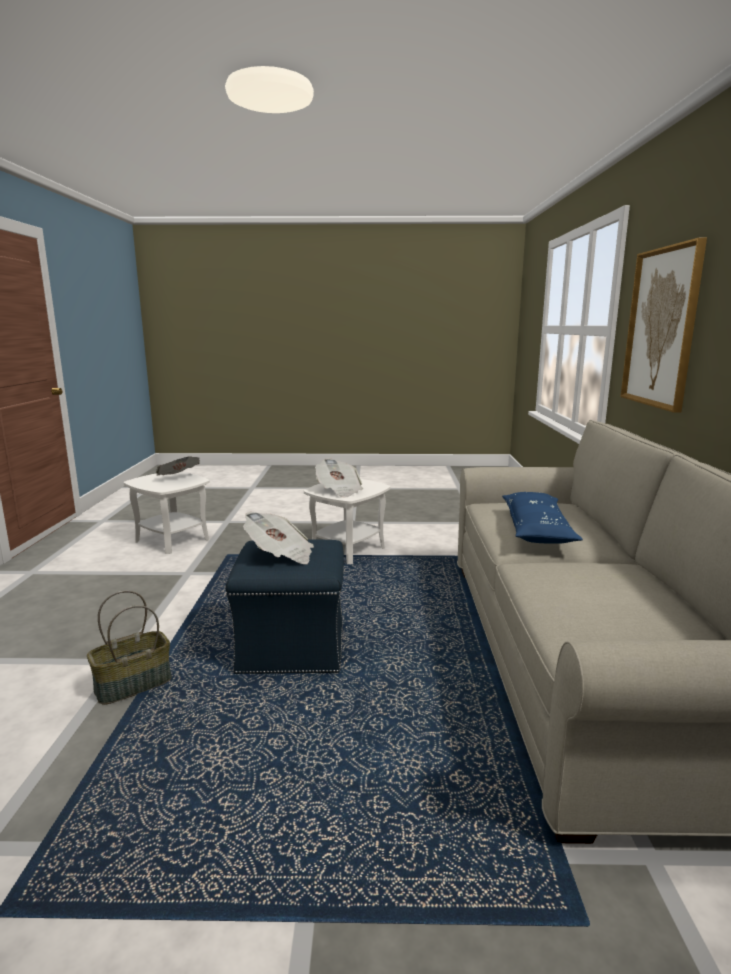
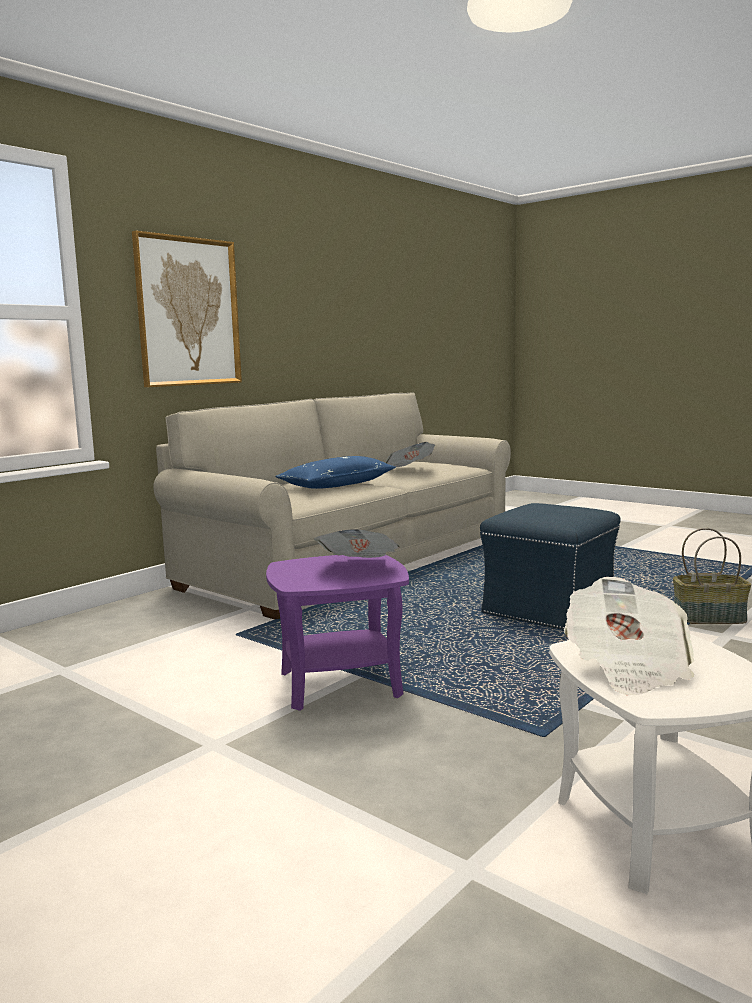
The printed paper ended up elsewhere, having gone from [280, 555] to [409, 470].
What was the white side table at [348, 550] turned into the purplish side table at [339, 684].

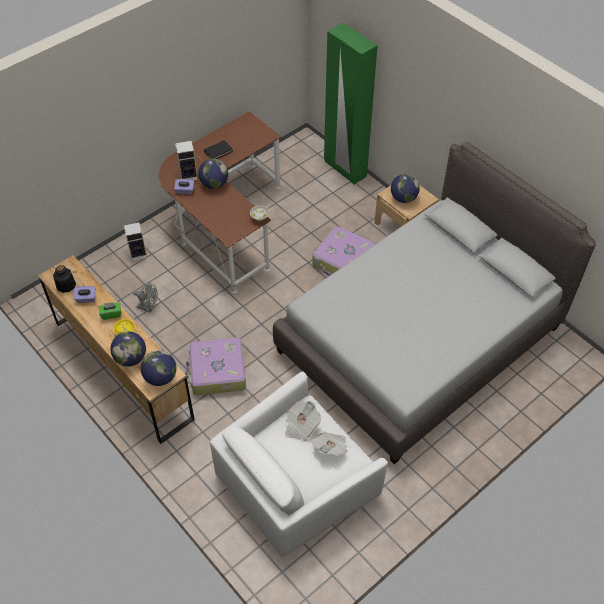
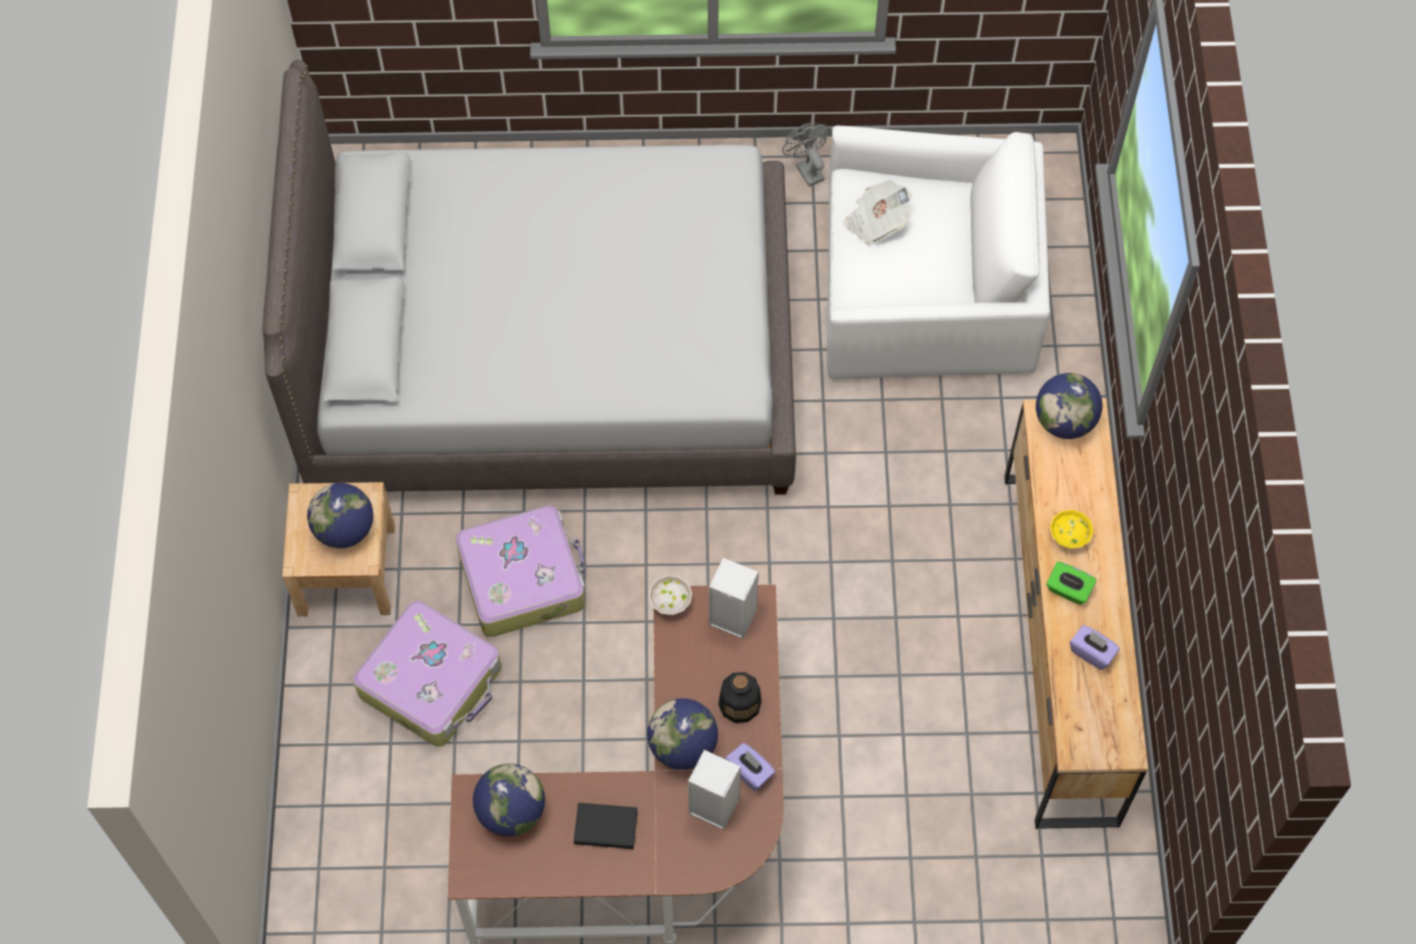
The second view lost the printed paper at [301, 426].
The second view lost the greenish armoire at [345, 169].
The drink bottle ended up elsewhere, having gone from [66, 285] to [740, 703].
The desk globe ended up elsewhere, having gone from [131, 358] to [511, 812].
The audio speaker ended up elsewhere, having gone from [139, 253] to [730, 617].
The gray cooling fan ended up elsewhere, having gone from [148, 307] to [806, 169].
The travel case ended up elsewhere, having gone from [217, 372] to [432, 681].

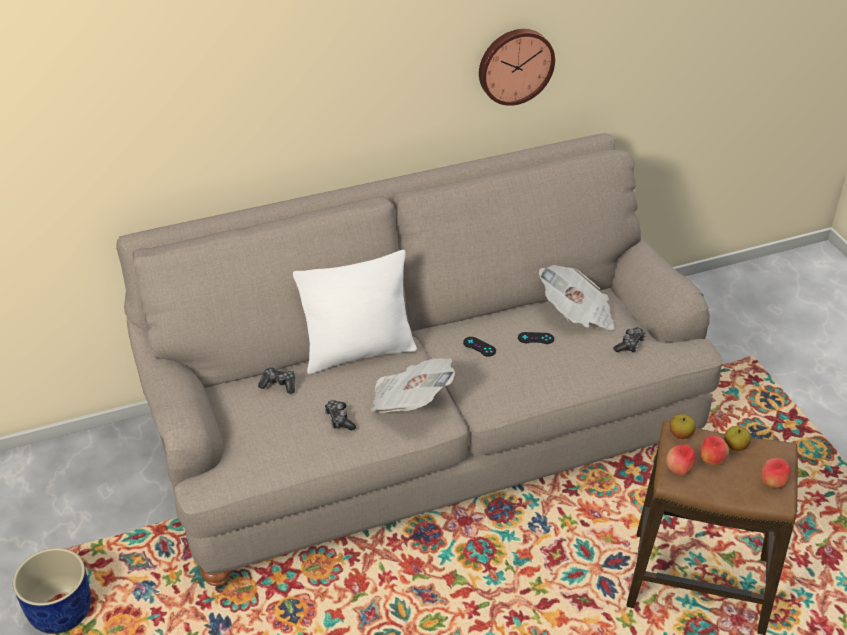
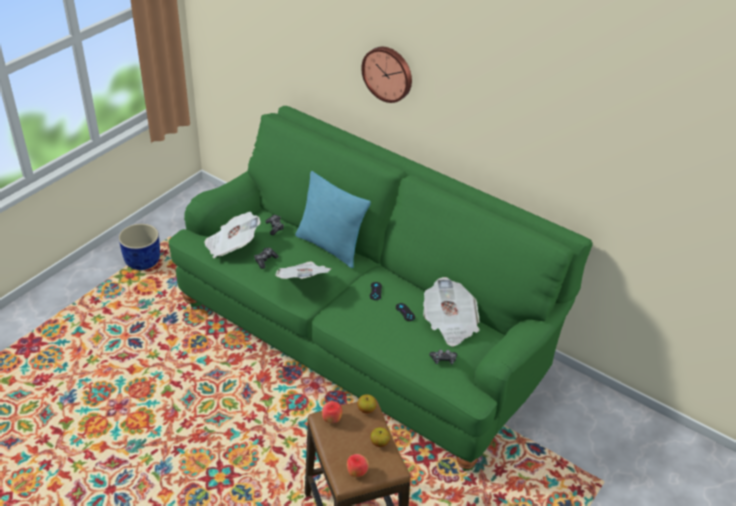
The second view lost the apple fruit at [711, 461].
The second view gained the printed paper at [232, 246].
The wall clock ended up elsewhere, having gone from [515, 65] to [388, 73].
What was the sand-coloured settee at [423, 440] turned into the greenish settee at [364, 339].
What was the white throw pillow at [358, 352] turned into the turquoise throw pillow at [330, 247].

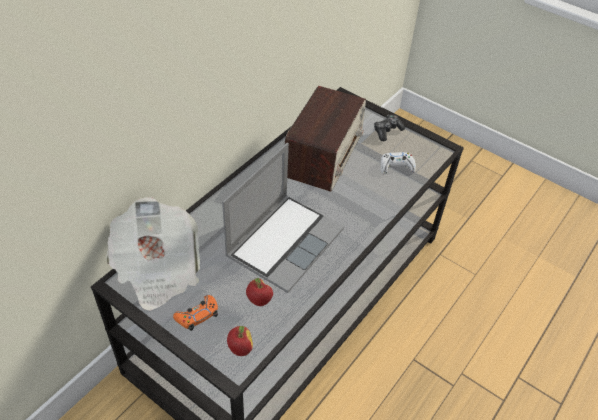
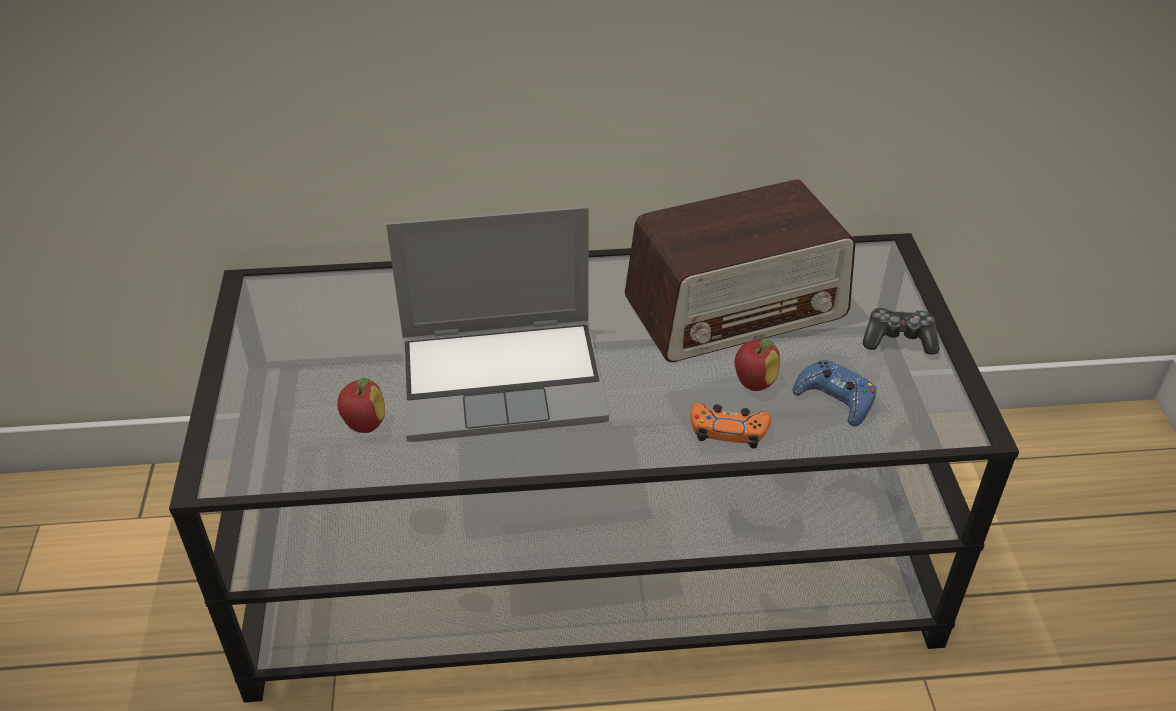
The second view lost the printed paper at [157, 269].
The orange-coloured joypad ended up elsewhere, having gone from [197, 315] to [728, 430].
The apple fruit ended up elsewhere, having gone from [240, 349] to [754, 383].
What was the white joypad at [396, 167] turned into the bluish joypad at [835, 399].

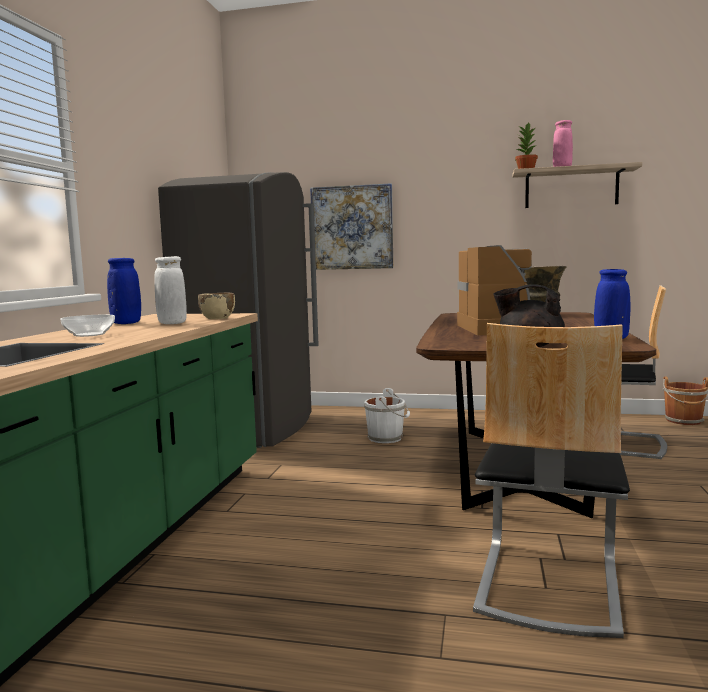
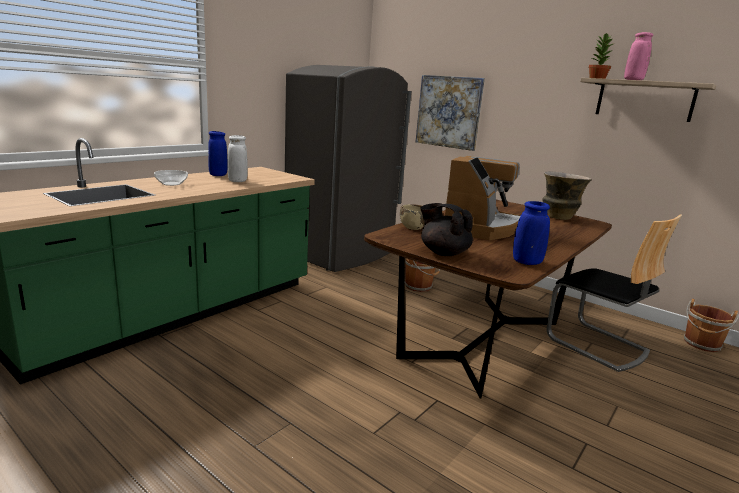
The second view lost the chair at [547, 583].
The sand-coloured bowl ended up elsewhere, having gone from [217, 318] to [413, 227].
What was the white pail at [387, 438] turned into the brownish pail at [419, 287].

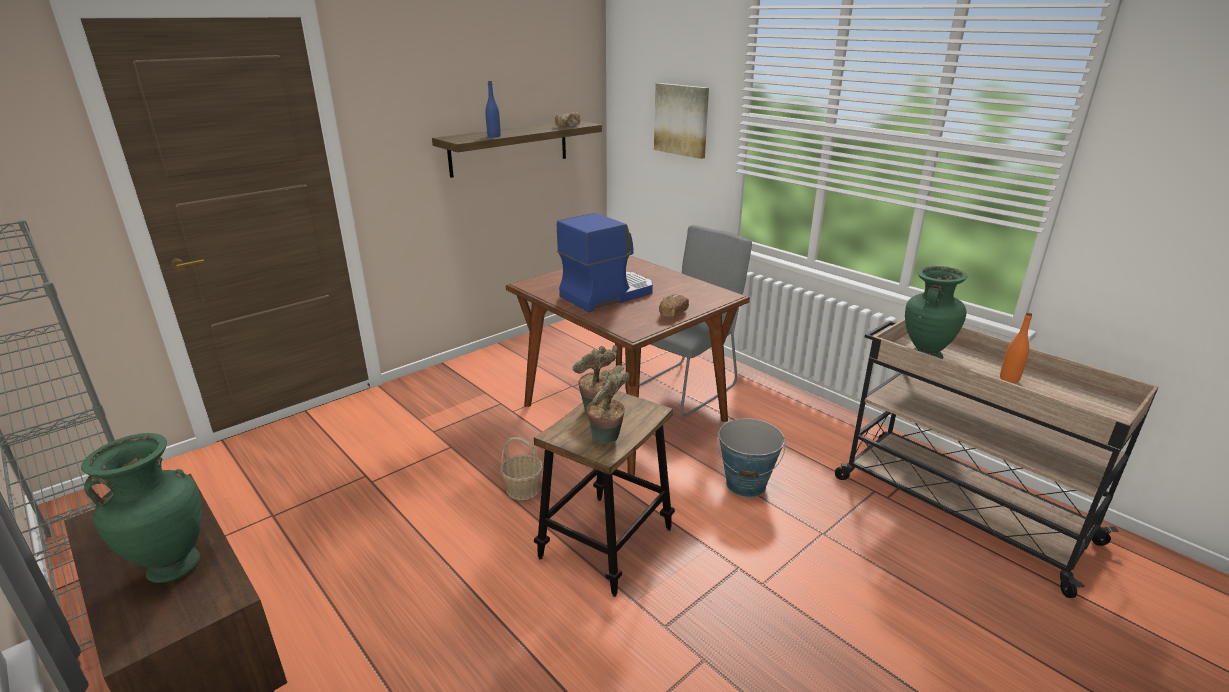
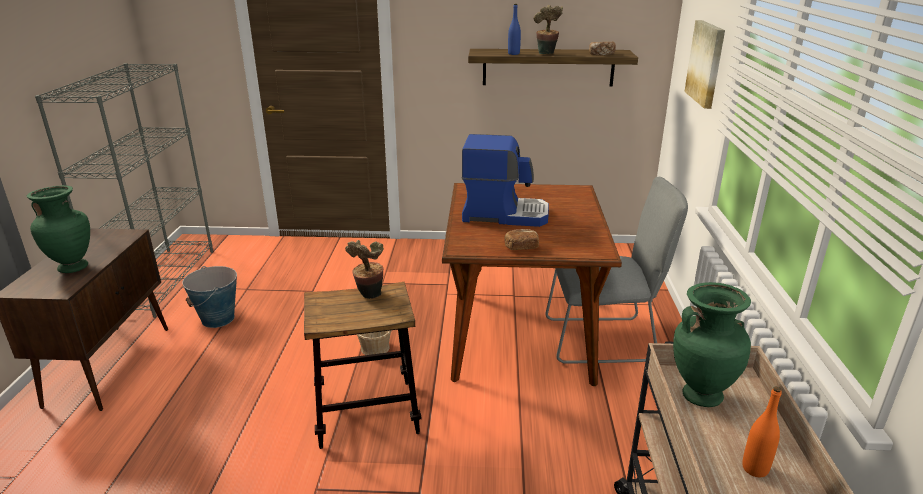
The plant in a pot ended up elsewhere, having gone from [607, 440] to [546, 54].
The pail ended up elsewhere, having gone from [746, 484] to [218, 319].

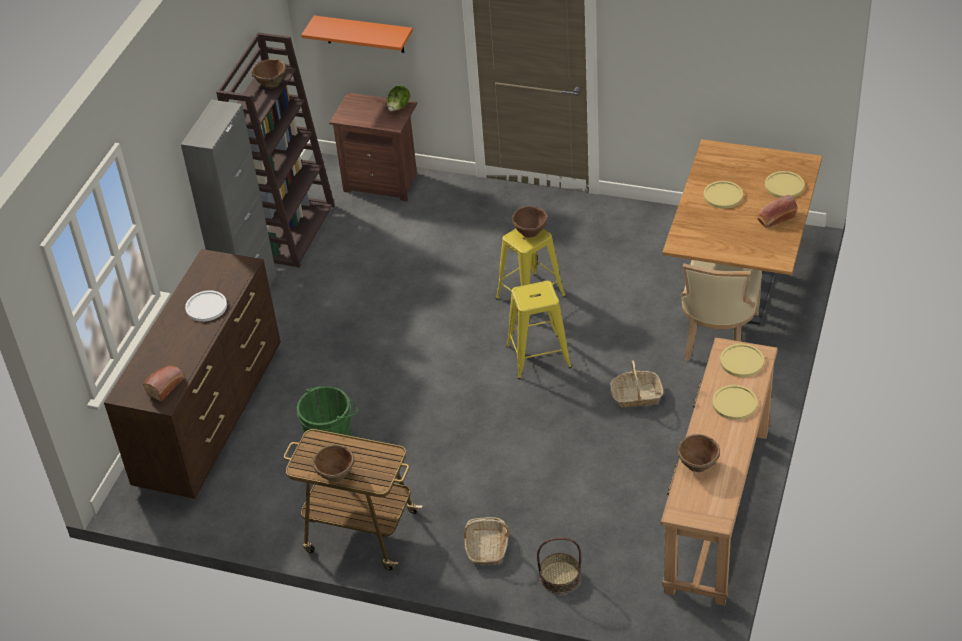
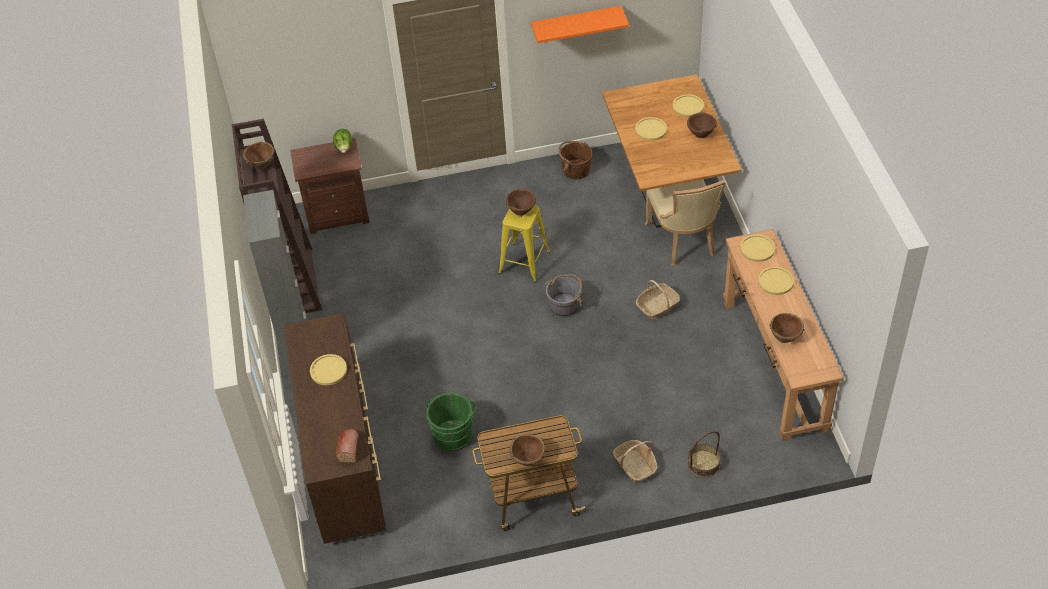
The second view gained the brownish pail at [575, 170].
The orange-coloured shelf ended up elsewhere, having gone from [364, 34] to [576, 24].
Where the yellowish stool seat stood at [538, 357], the gray pail came to stand at [565, 306].
Where the bakery bread stood at [775, 218], the brownish bowl came to stand at [700, 133].
What was the white plate at [206, 307] turned into the yellowish plate at [328, 370].

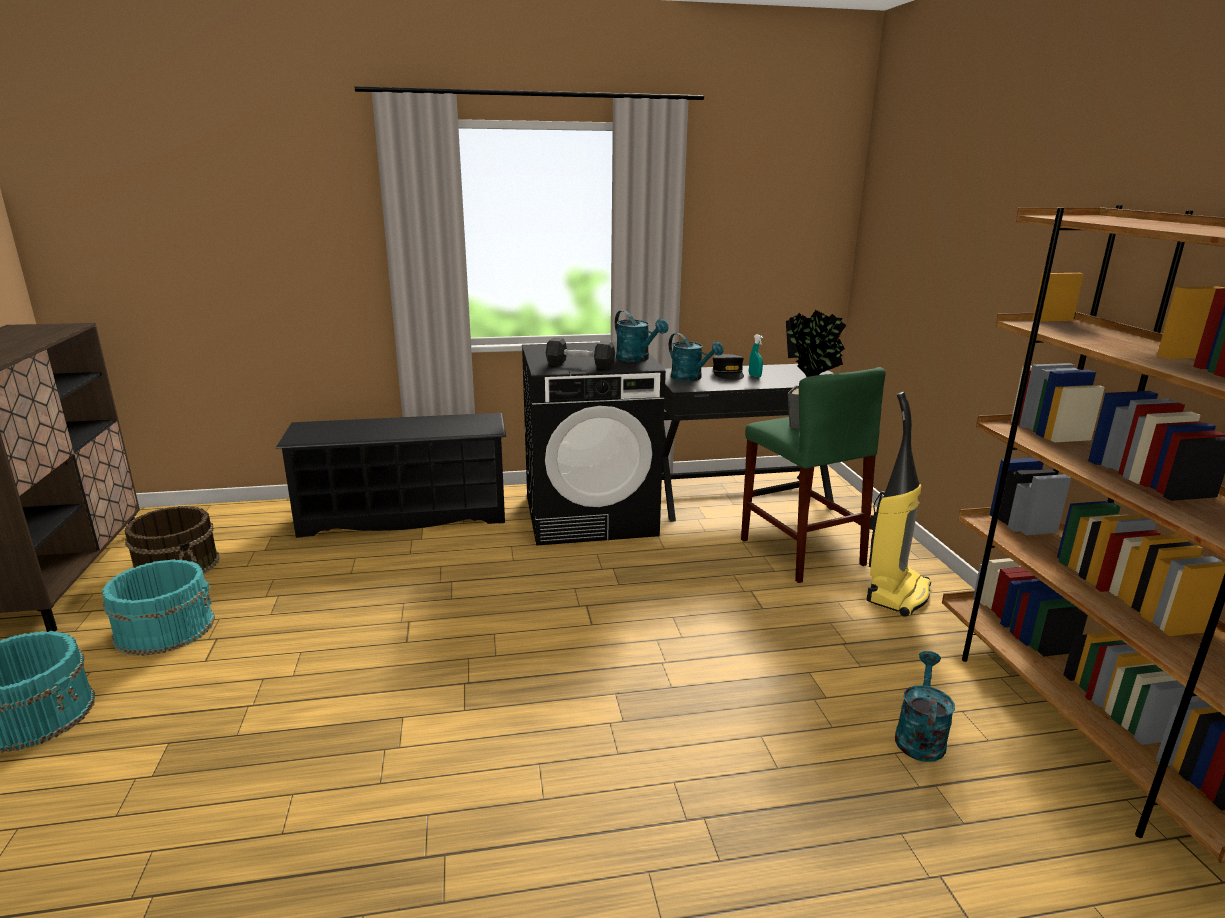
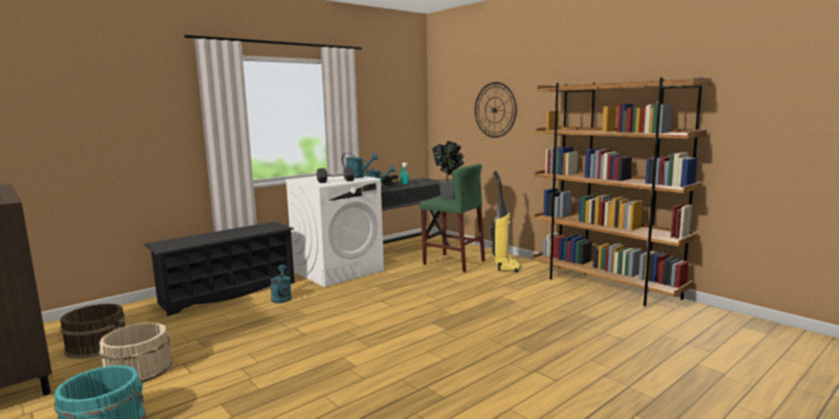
The second view gained the wall clock at [495, 110].
The turquoise watering can ended up elsewhere, having gone from [919, 736] to [281, 297].
What was the turquoise pail at [165, 628] turned into the sand-coloured pail at [138, 369].
What was the black-coloured laundry machine at [590, 515] turned into the white laundry machine at [338, 271].

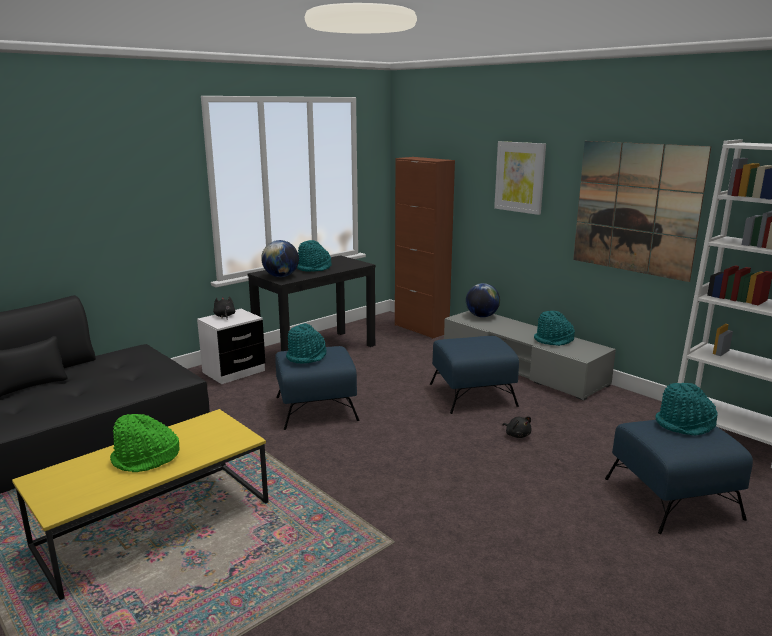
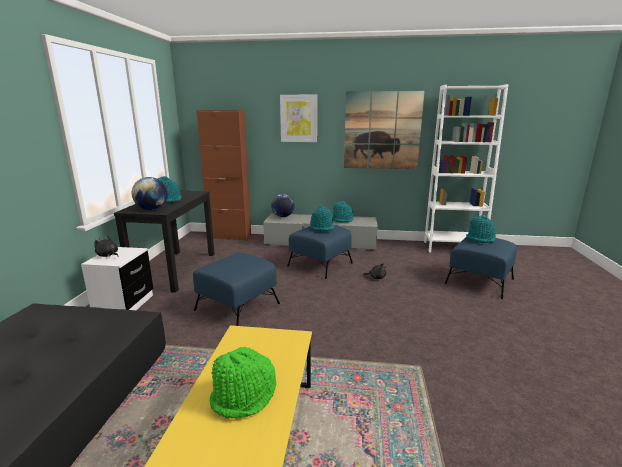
The turquoise wearable hat ended up elsewhere, having gone from [307, 357] to [322, 228].

